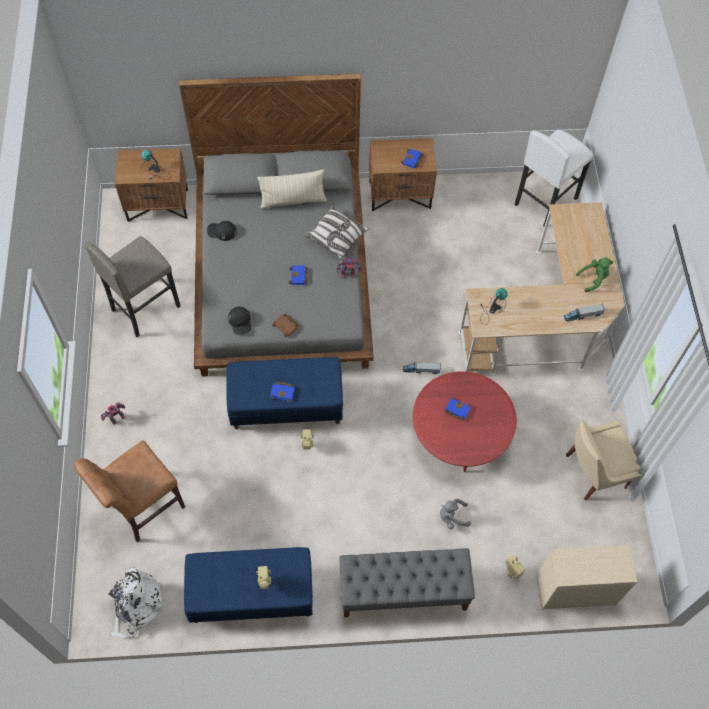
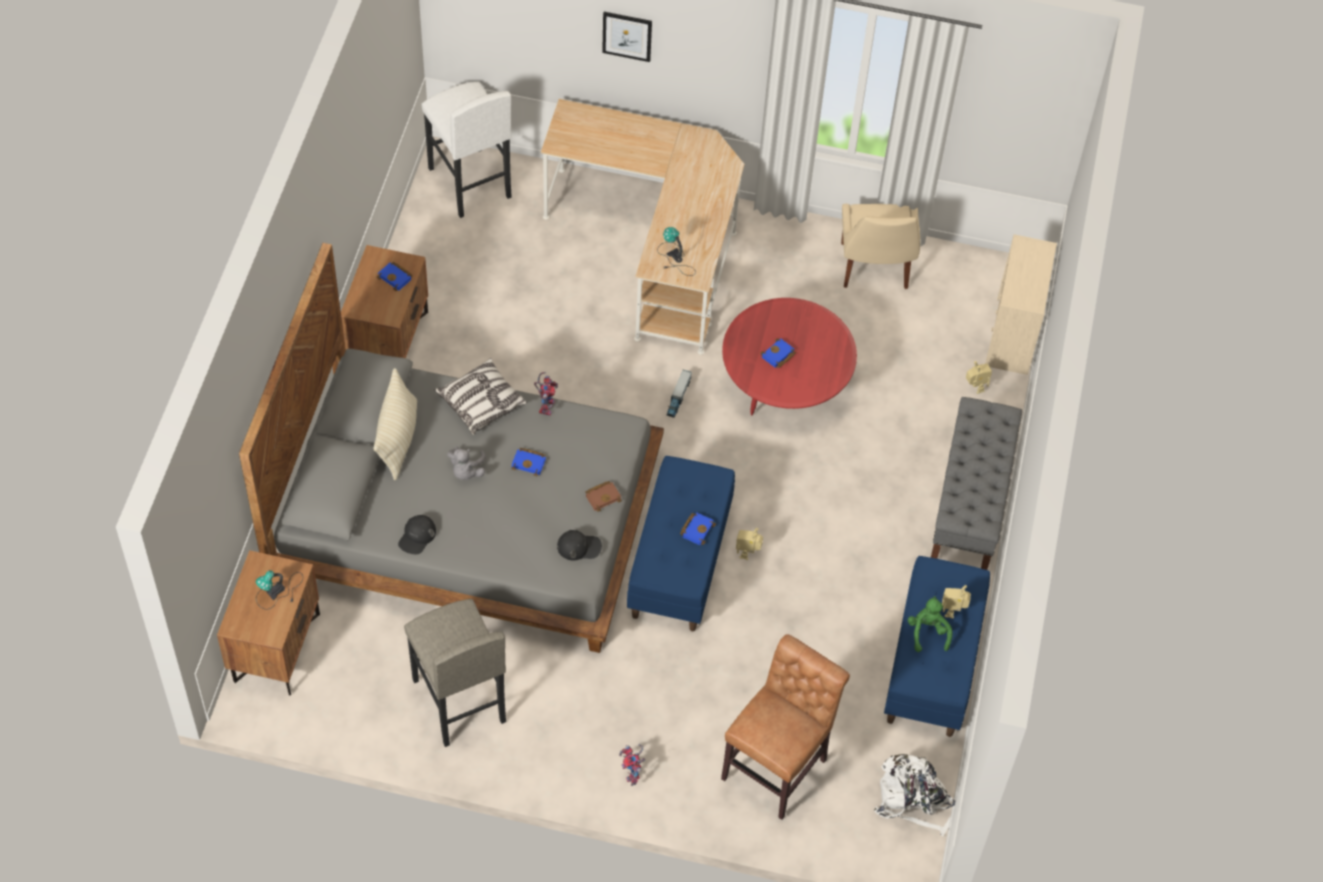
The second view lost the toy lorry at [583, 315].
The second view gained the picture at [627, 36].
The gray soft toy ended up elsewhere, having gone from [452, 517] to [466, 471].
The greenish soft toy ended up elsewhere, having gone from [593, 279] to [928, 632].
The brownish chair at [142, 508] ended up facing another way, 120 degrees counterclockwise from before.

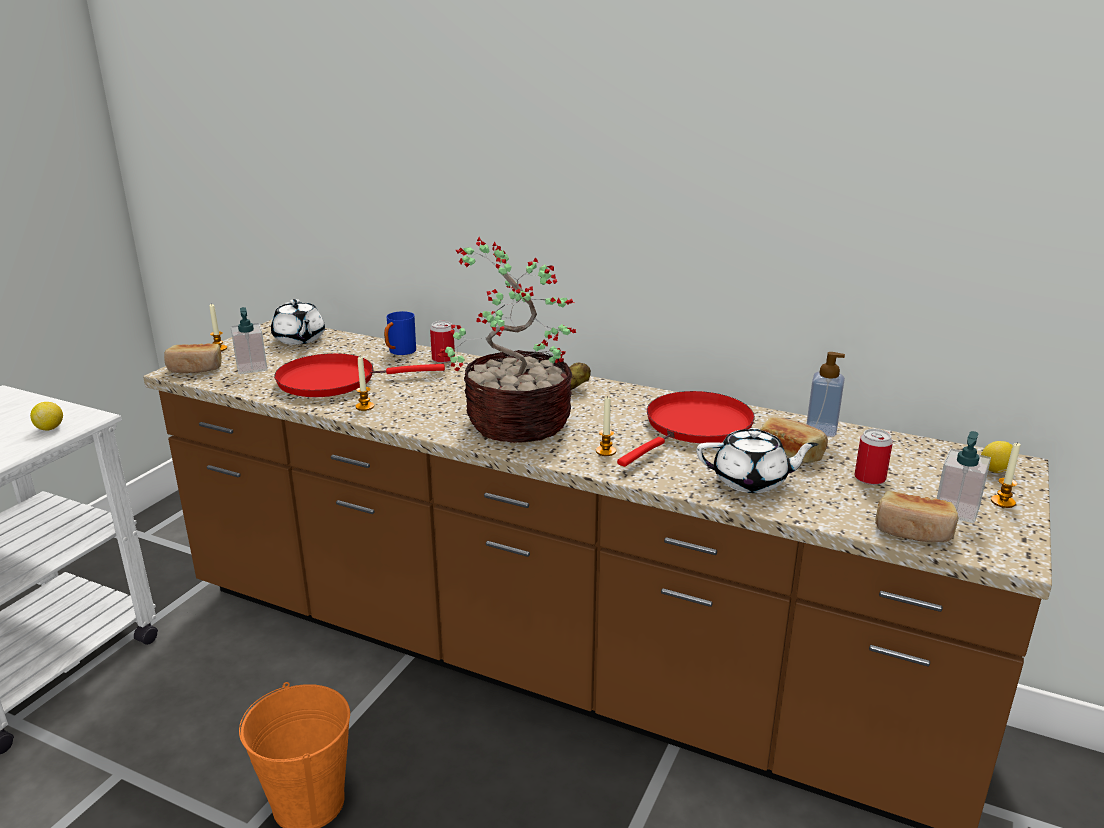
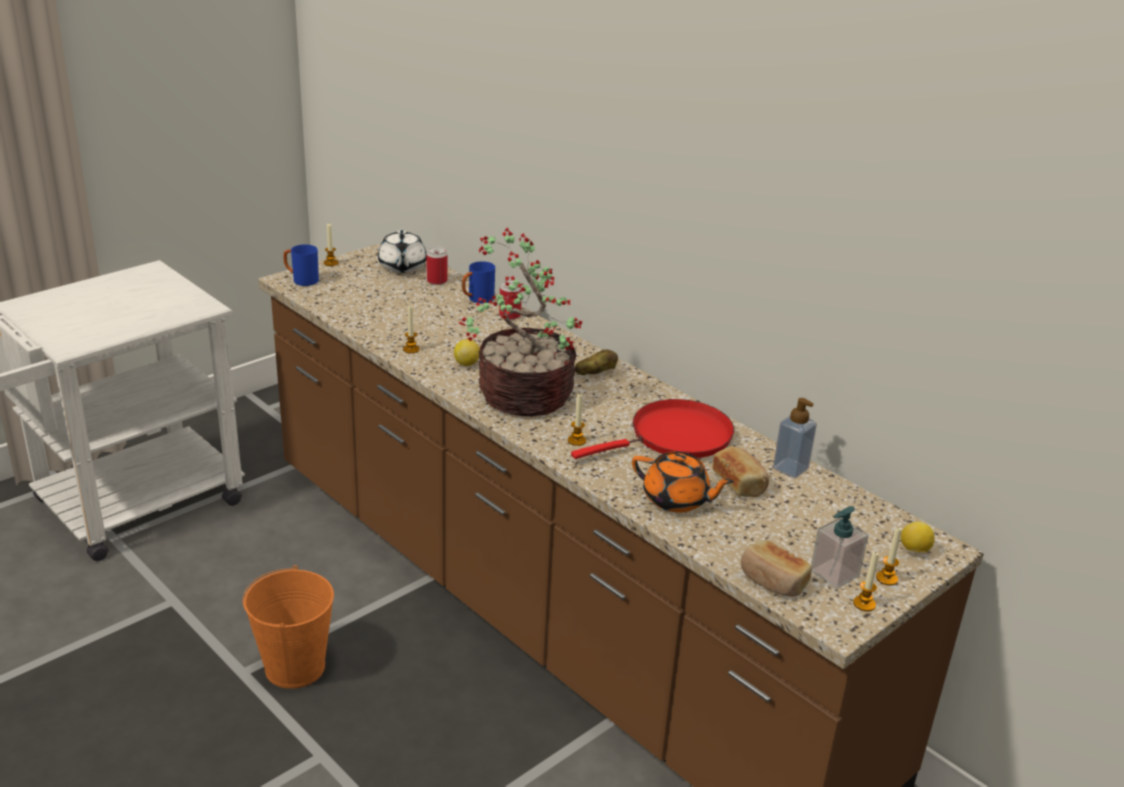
The second view lost the liquid soap bottle at [252, 367].
The second view lost the reddish skillet at [334, 381].
The second view gained the wax light at [864, 604].
The whole lemon ended up elsewhere, having gone from [50, 428] to [467, 363].
The metal can ended up elsewhere, having gone from [869, 478] to [437, 281].
Where the bakery bread stood at [195, 369], the bluish mug came to stand at [301, 280].
What was the white pot for tea at [751, 481] turned into the orange-coloured pot for tea at [677, 500].

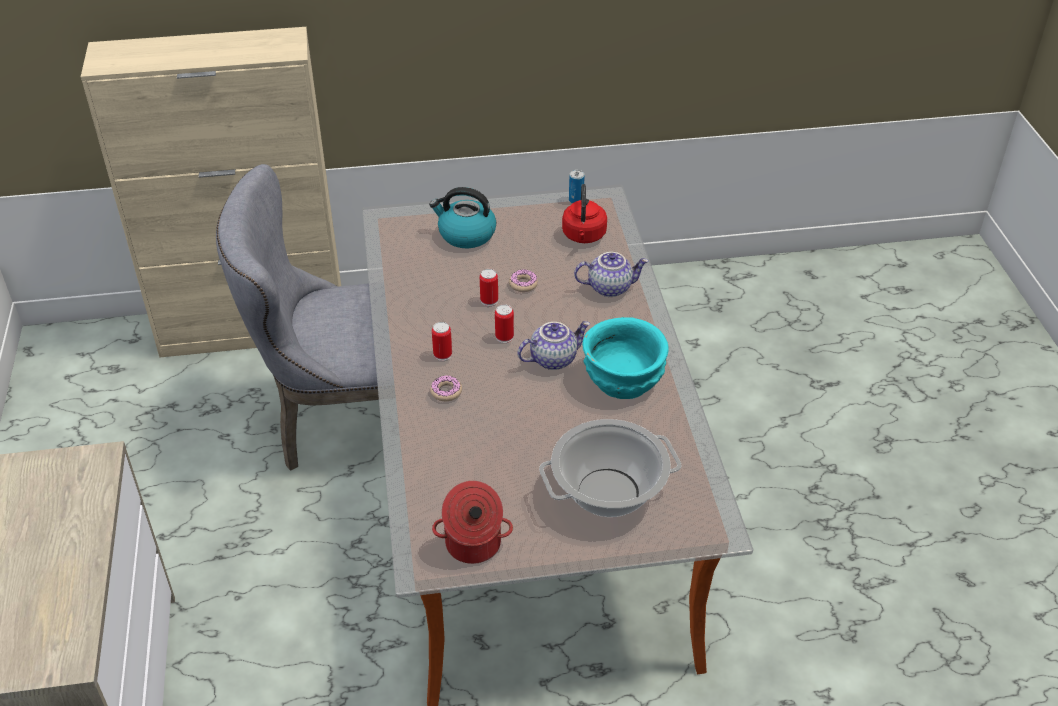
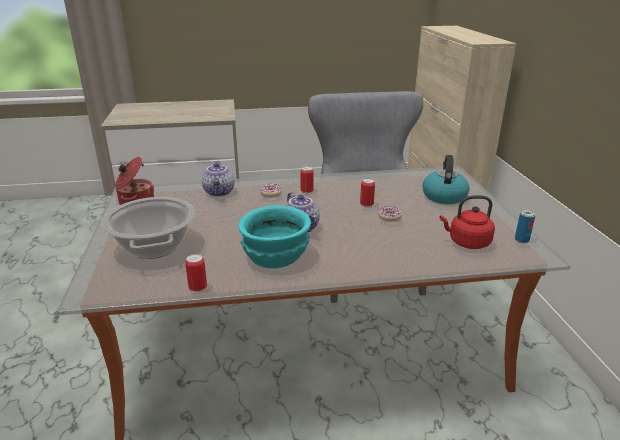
The metal can ended up elsewhere, having gone from [504, 337] to [198, 288].
The pot for tea ended up elsewhere, having gone from [610, 287] to [220, 192].

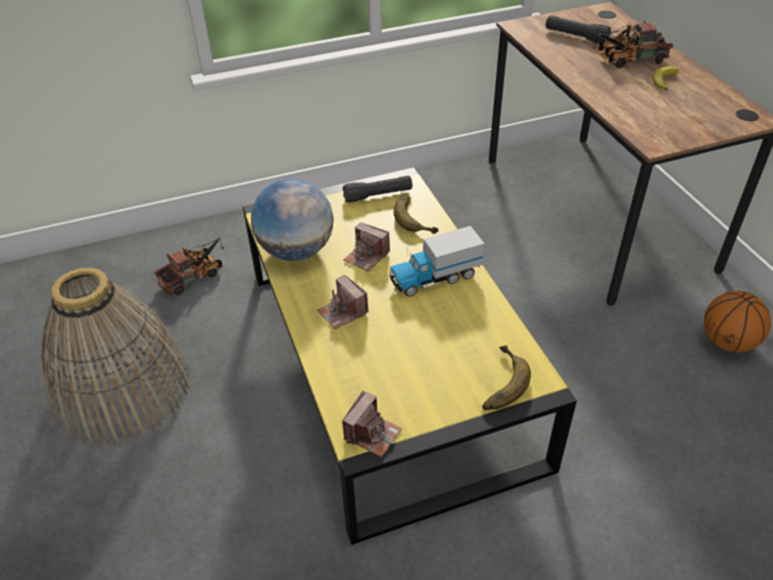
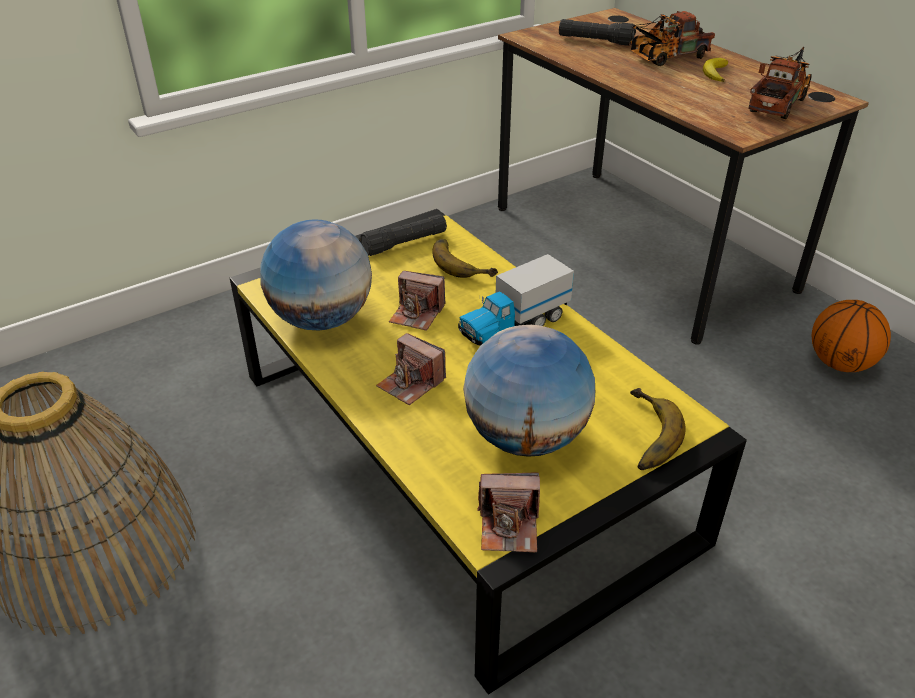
The second view gained the desk globe at [525, 437].
The toy lorry ended up elsewhere, having gone from [195, 276] to [779, 102].
The photo camera at [372, 434] ended up facing another way, 75 degrees clockwise from before.

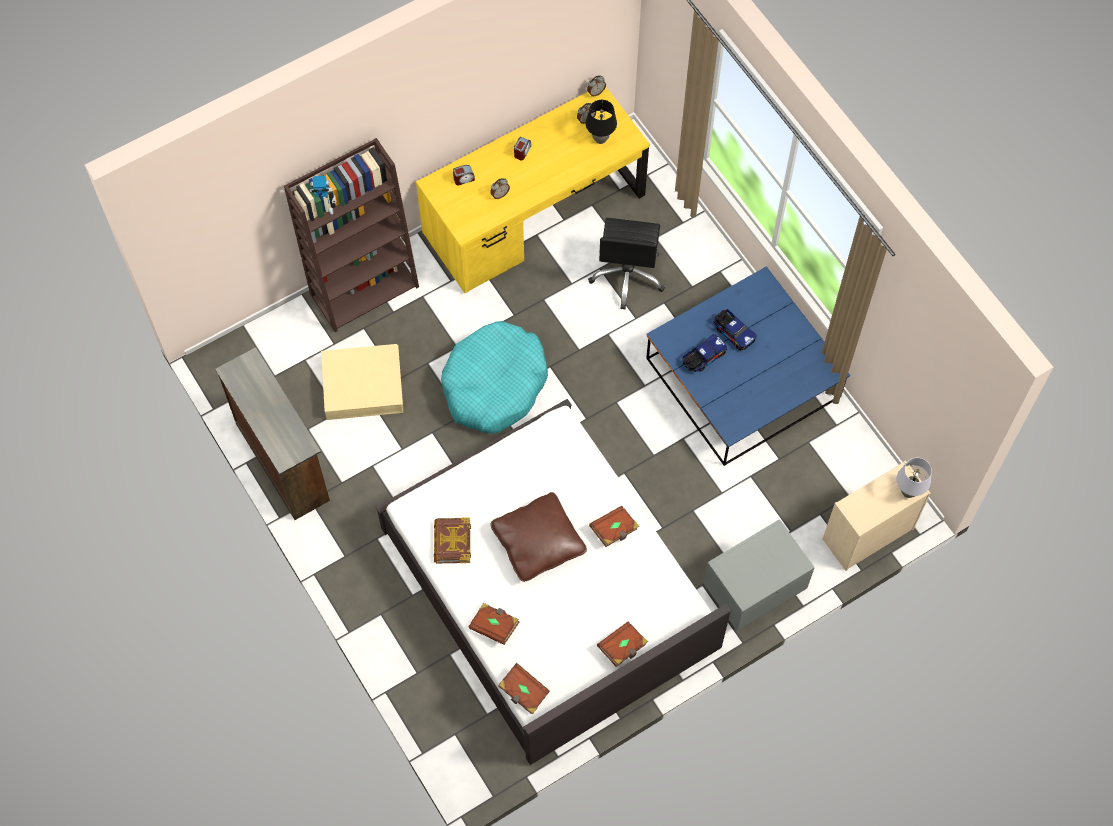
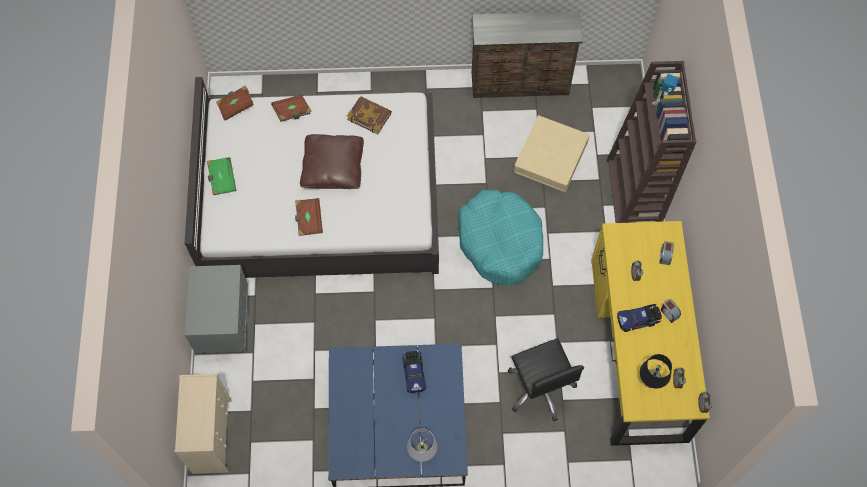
The toy lorry ended up elsewhere, having gone from [733, 332] to [638, 320].
The gray lamp for a table ended up elsewhere, having gone from [908, 492] to [422, 453].
What was the brownish book at [622, 647] turned into the greenish book at [222, 180].
The black-coloured desk chair at [627, 276] ended up facing another way, 150 degrees counterclockwise from before.

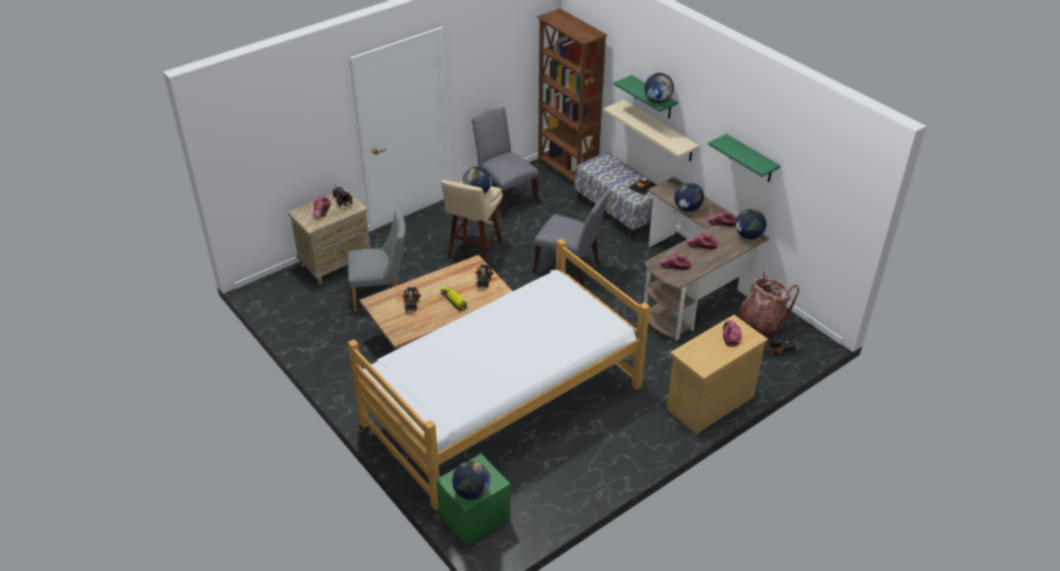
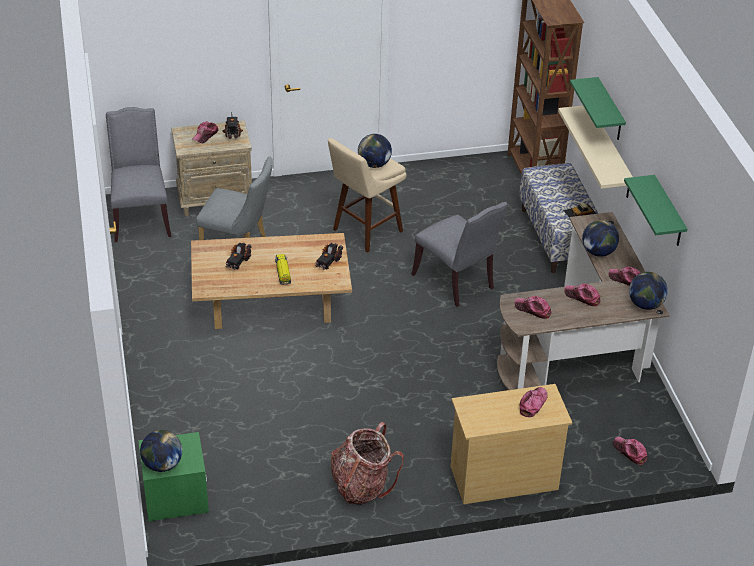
The second view lost the sleeping bed at [502, 405].
The second view lost the desk globe at [657, 100].
The gray chair ended up elsewhere, having gone from [505, 197] to [141, 218].
The rucksack ended up elsewhere, having gone from [761, 323] to [362, 486].
Where the toy lorry stood at [780, 350], the peaked cap came to stand at [630, 452].

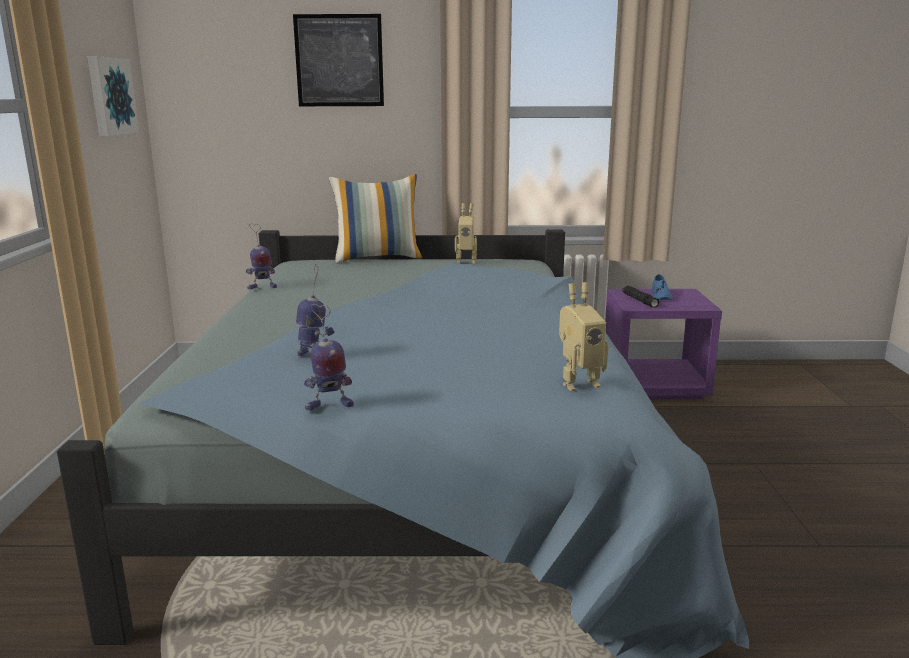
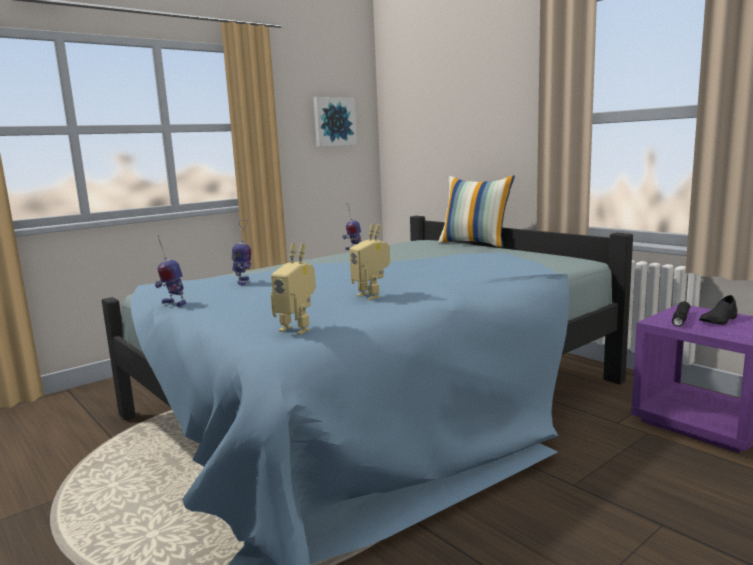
The second view lost the picture at [339, 61].
The model robot ended up elsewhere, having gone from [466, 261] to [372, 296].
What was the bluish item of footwear at [661, 296] turned into the black-coloured item of footwear at [718, 320].

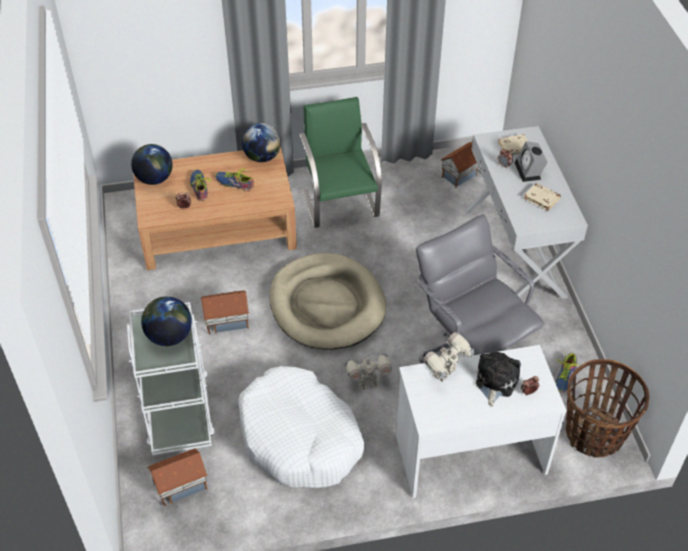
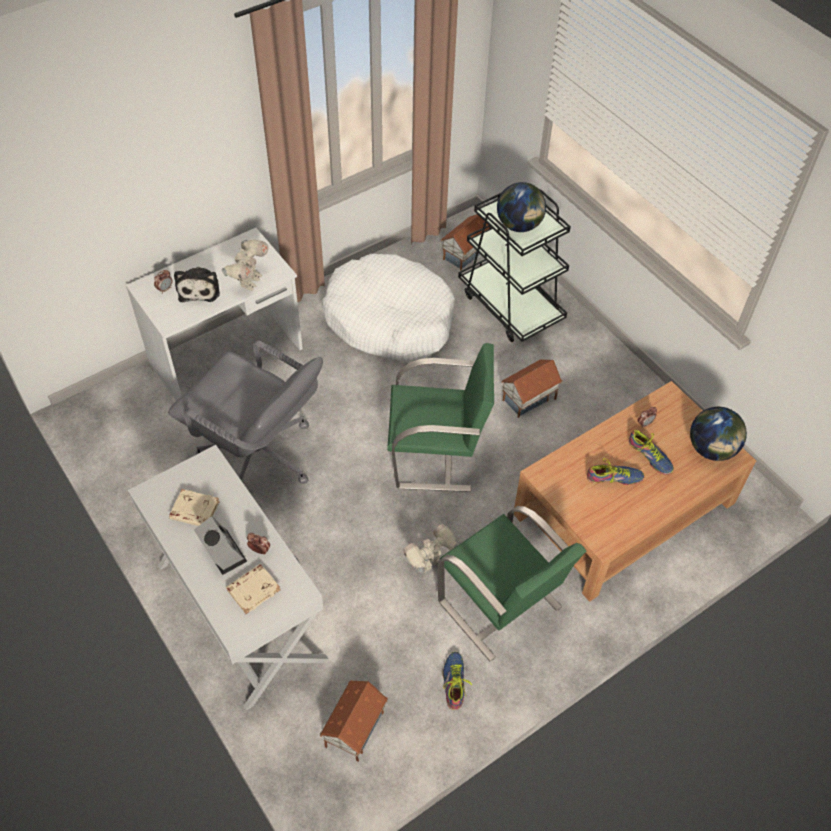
The second view lost the desk globe at [262, 157].
The second view lost the basket at [594, 434].
The model robot ended up elsewhere, having gone from [368, 383] to [430, 564].
The item of footwear ended up elsewhere, having gone from [565, 377] to [454, 682].
Where the sand-coloured dog bed stood at [327, 305], the greenish chair came to stand at [437, 455].
What was the white trolley at [178, 411] turned into the black-coloured trolley at [510, 305].

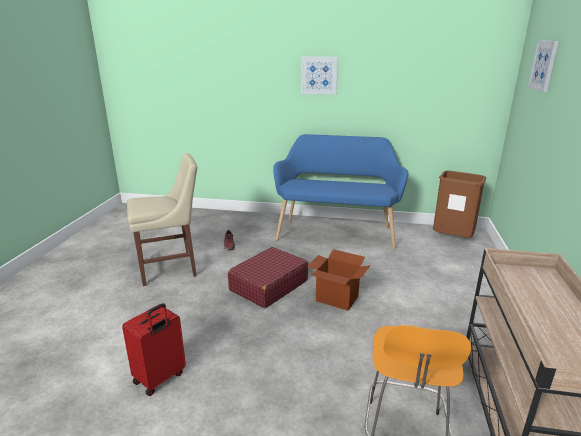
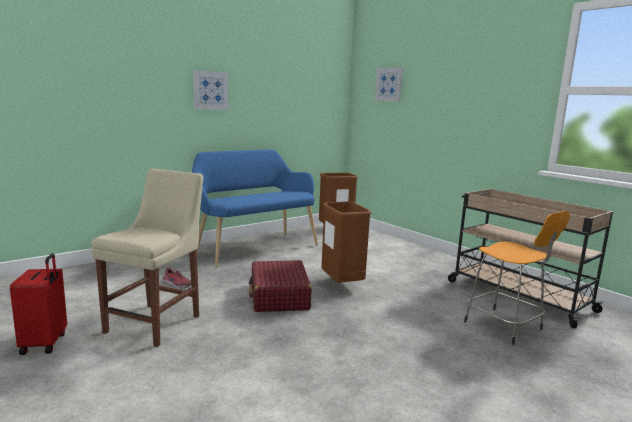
The reddish travel case ended up elsewhere, having gone from [160, 378] to [45, 343].
Where the carton stood at [336, 298], the brownish waste bin came to stand at [341, 284].

